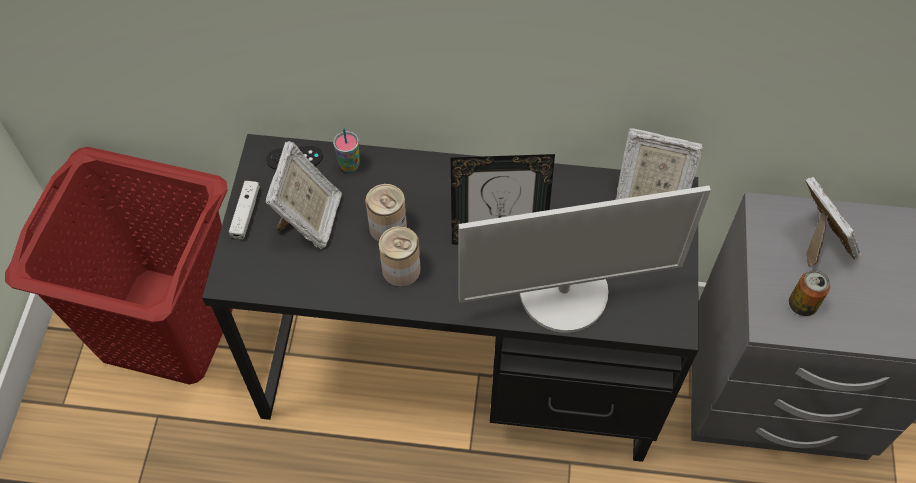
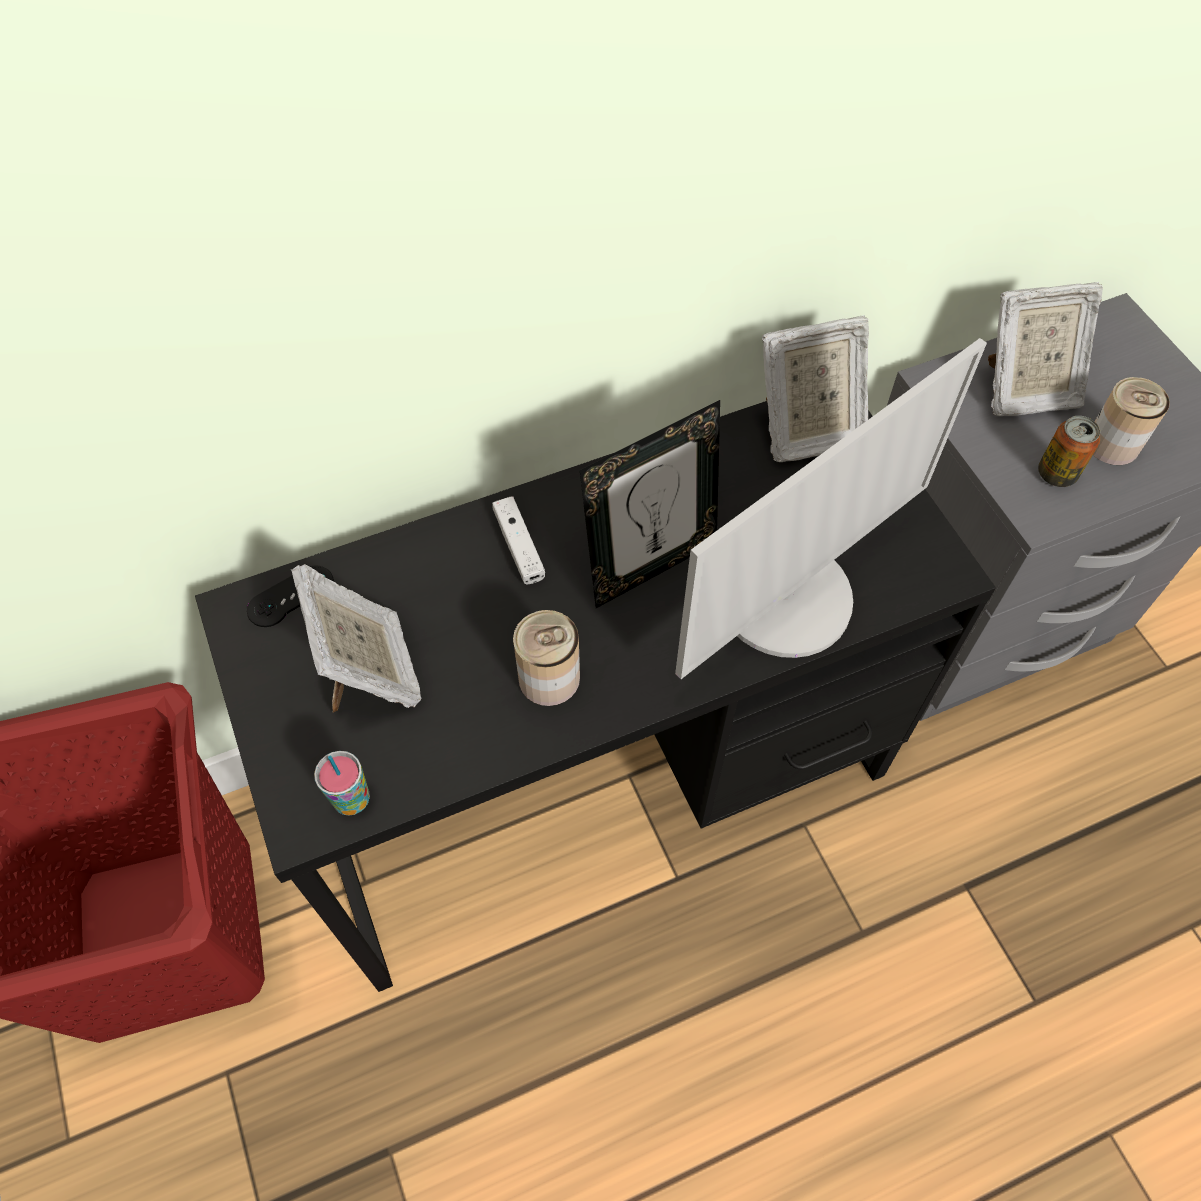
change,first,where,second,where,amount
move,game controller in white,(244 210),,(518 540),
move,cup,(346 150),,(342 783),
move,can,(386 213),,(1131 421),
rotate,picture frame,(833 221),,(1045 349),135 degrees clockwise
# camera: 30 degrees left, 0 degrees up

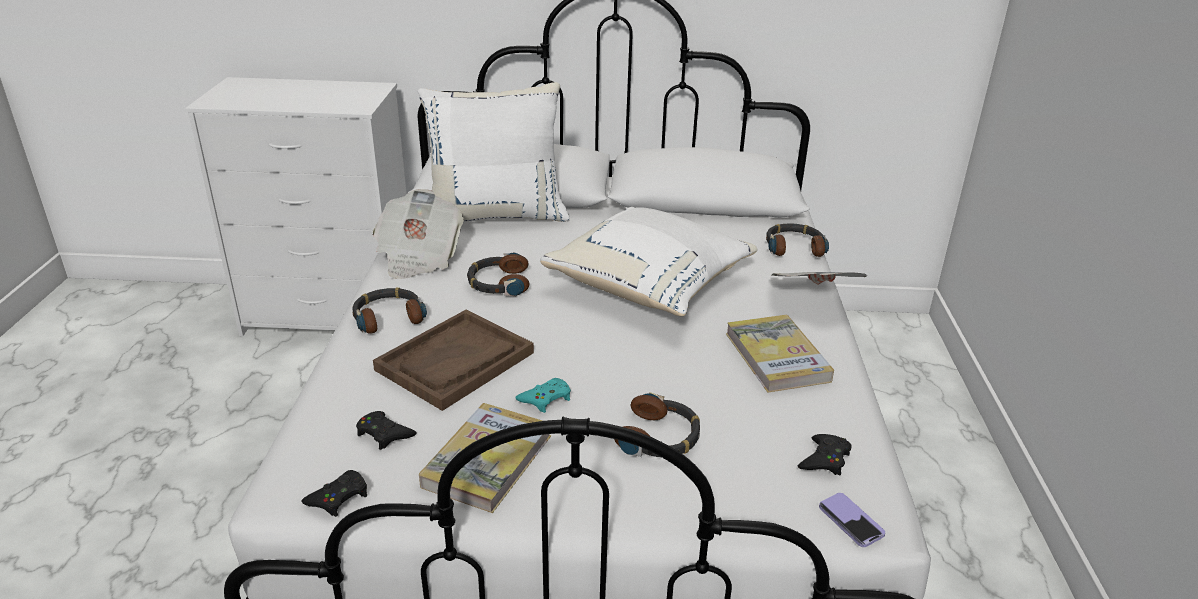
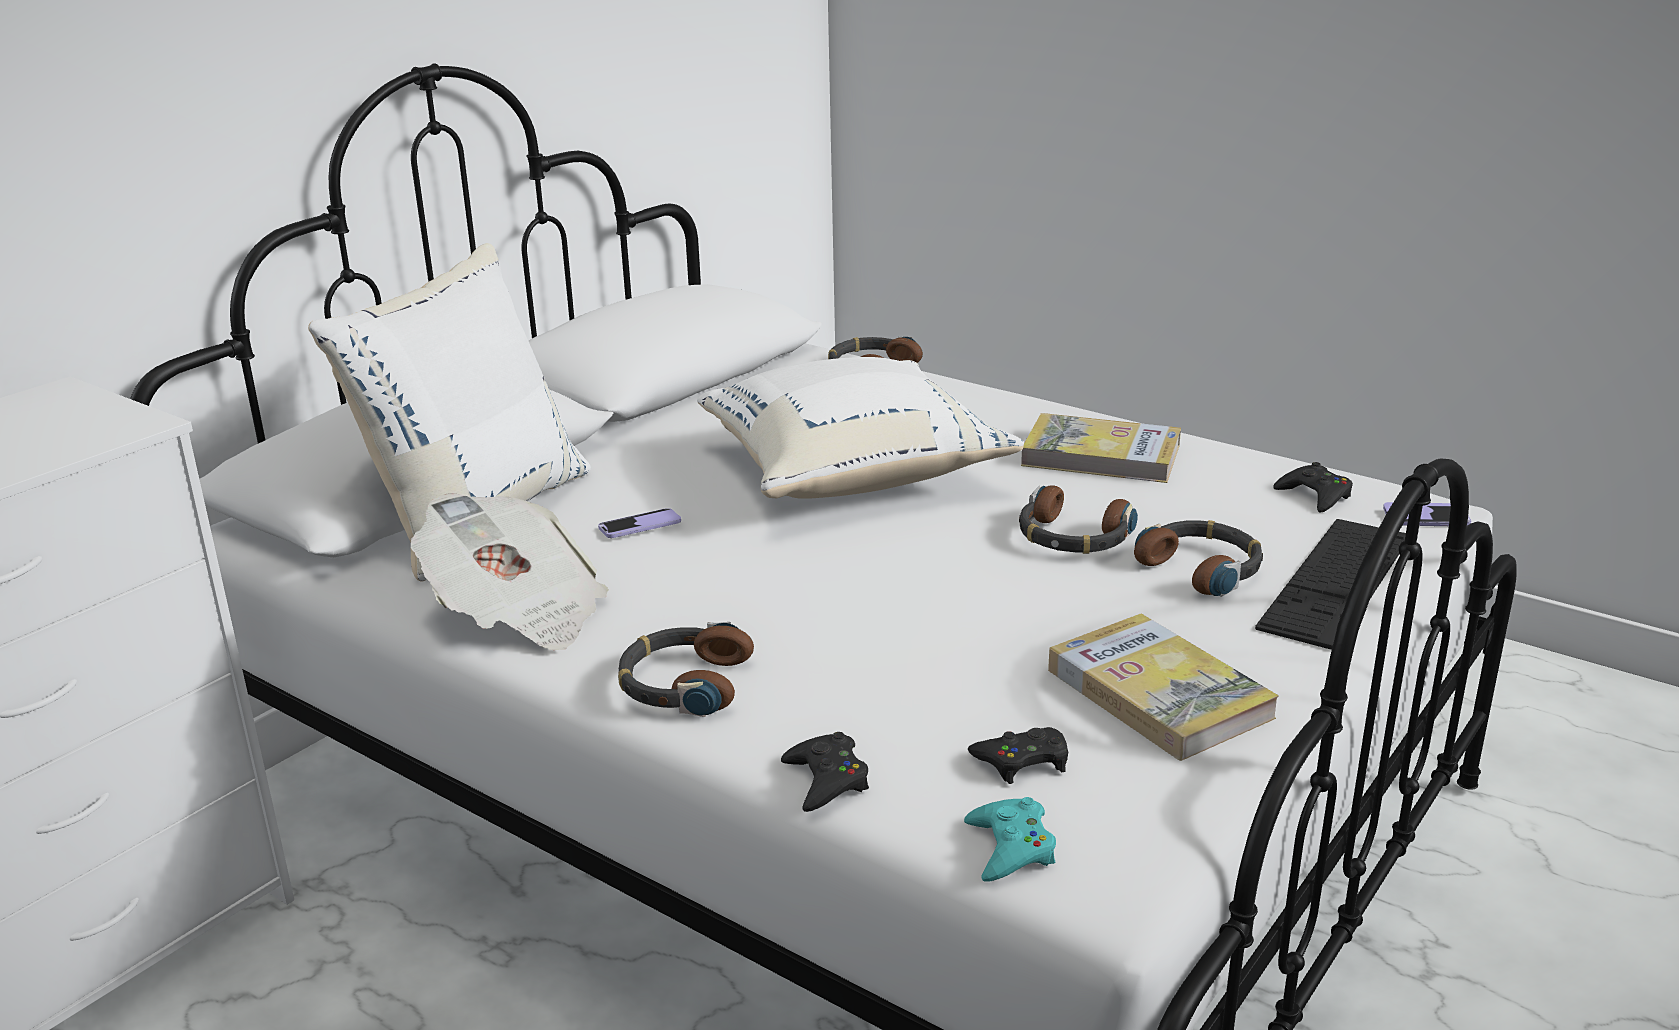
change,first,where,second,where,amount
move,game controller in black,(334 493),,(825 772),
delete,tray in brown,(453 360),,,
move,headphones,(498 274),,(1078 519),
move,game controller in turquoise,(543 395),,(1010 839),
delete,newspaper,(819 278),,,
insert,,,phone,(639 523),
insert,,,keyboard,(1330 584),
# camera: 55 degrees left, 5 degrees down

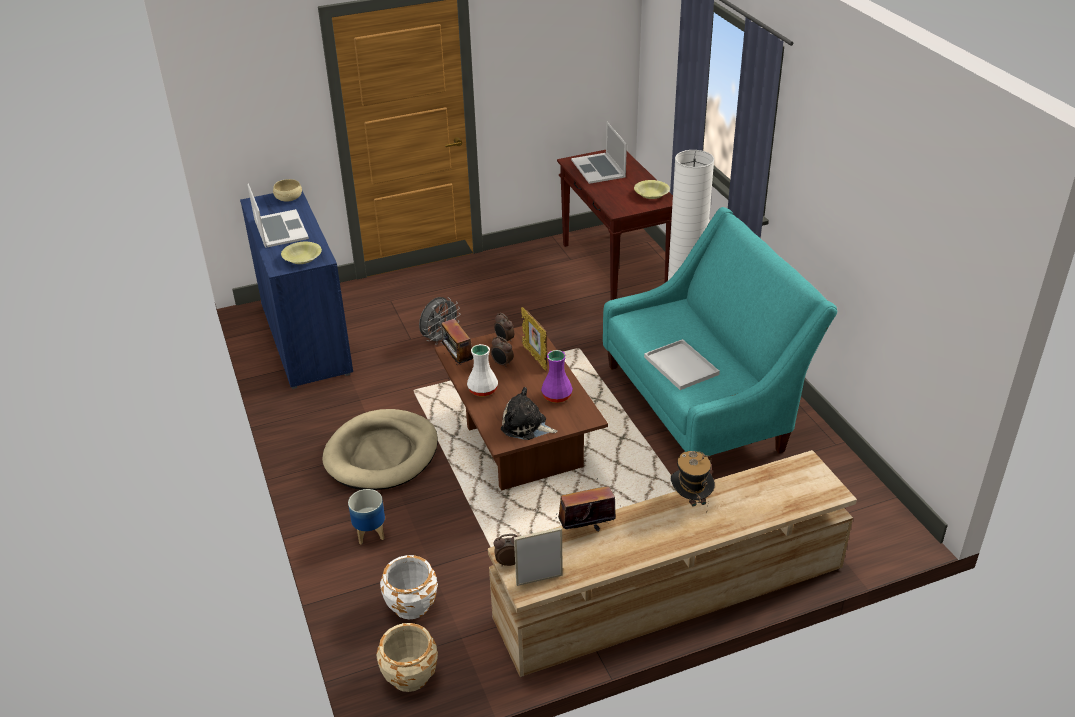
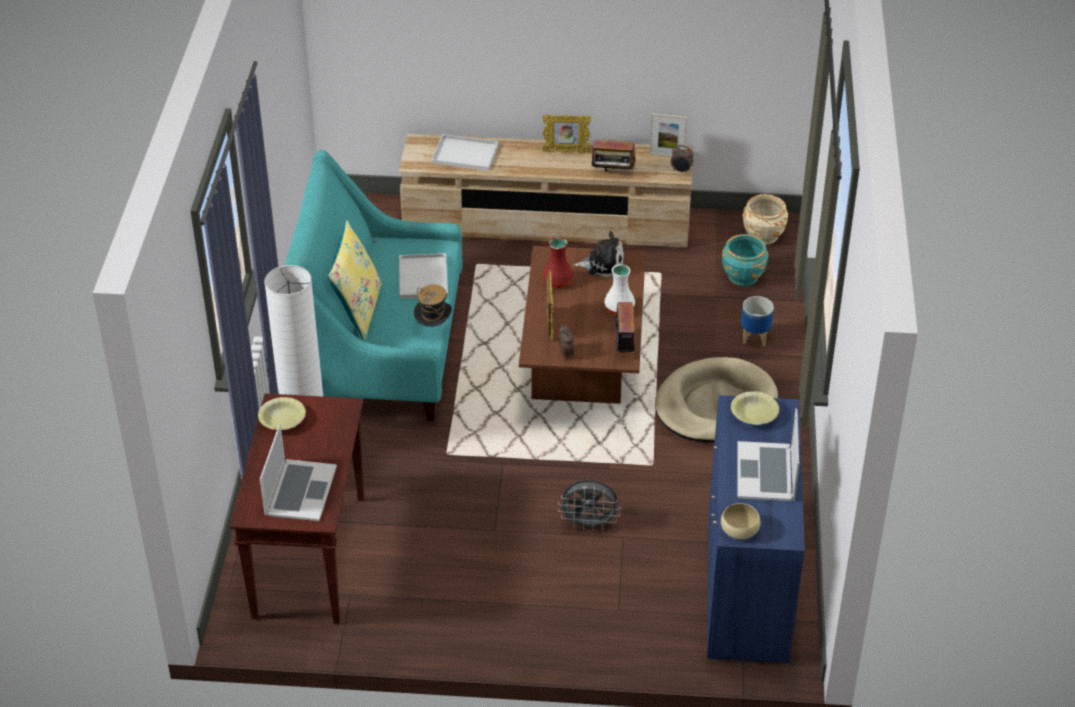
change,first,where,second,where,amount
recolor,planter in white,(409 587),planter in turquoise,(745 260),
rotate,fan in grey,(440 321),,(589 505),150 degrees counterclockwise
delete,alarm clock,(502 352),,,
rotate,plush toy,(529 413),,(599 254),45 degrees counterclockwise
recolor,vase in purple,(557 376),vase in red,(558 262),
move,hat,(693 482),,(433 305),
insert,,,pillow in yellow,(355 280),
insert,,,tray in white,(465 152),
insert,,,picture frame,(566 134),
# camera: 155 degrees left, 5 degrees up

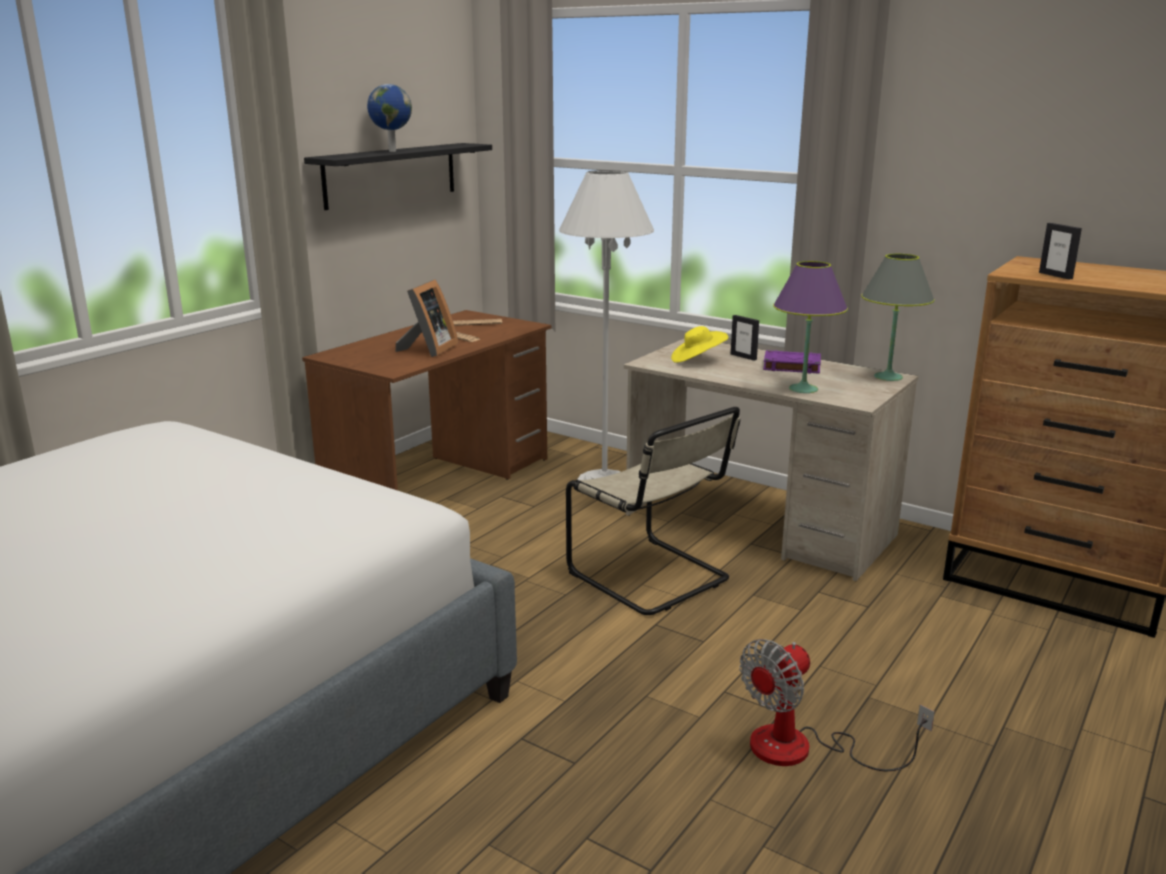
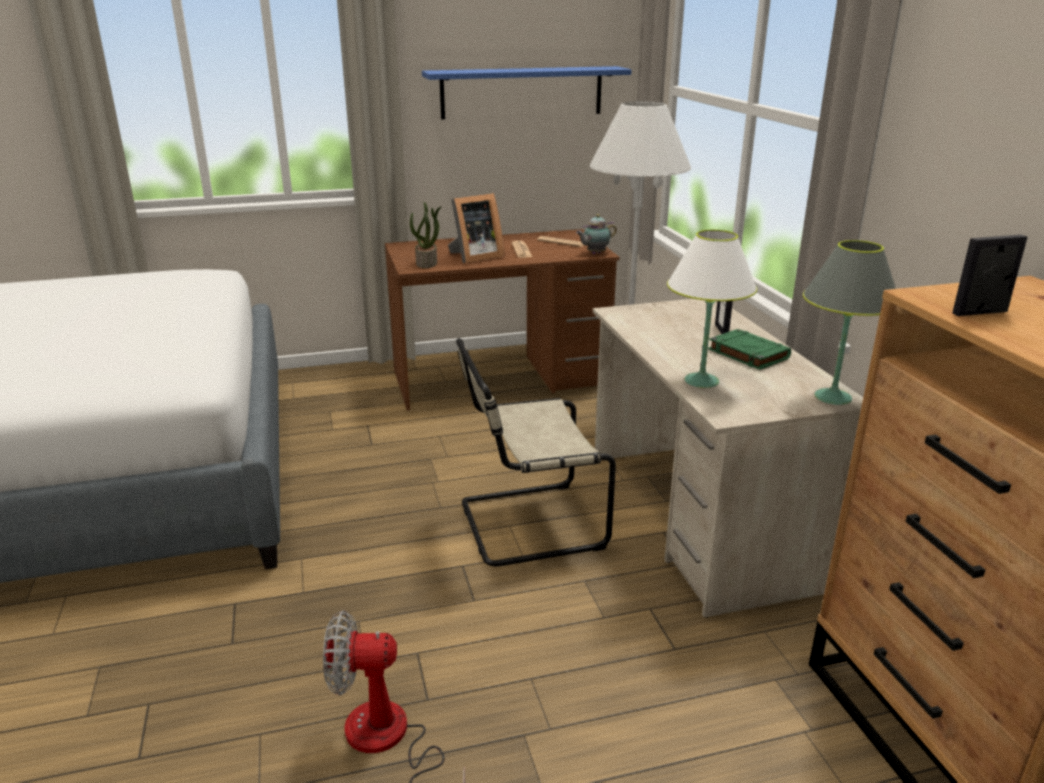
change,first,where,second,where,amount
recolor,shelf in black,(398 176),shelf in blue,(526 92),
delete,globe,(389 118),,,
rotate,chair in beige,(653 511),,(536 452),75 degrees clockwise
delete,hat in yellow,(700 344),,,
recolor,book in purple,(792 362),book in green,(749 349),
recolor,table lamp in purple,(810 327),table lamp in white,(712 309),
rotate,picture frame,(1060 251),,(989 275),60 degrees clockwise
insert,,,potted plant,(426 235),
insert,,,teapot,(596 234),
# camera: 40 degrees right, 5 degrees up

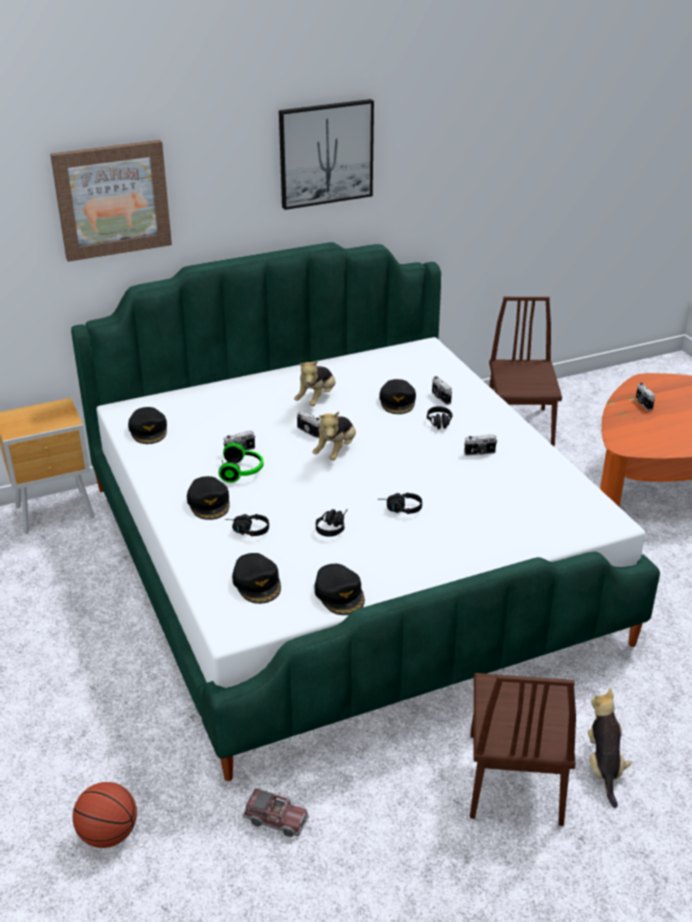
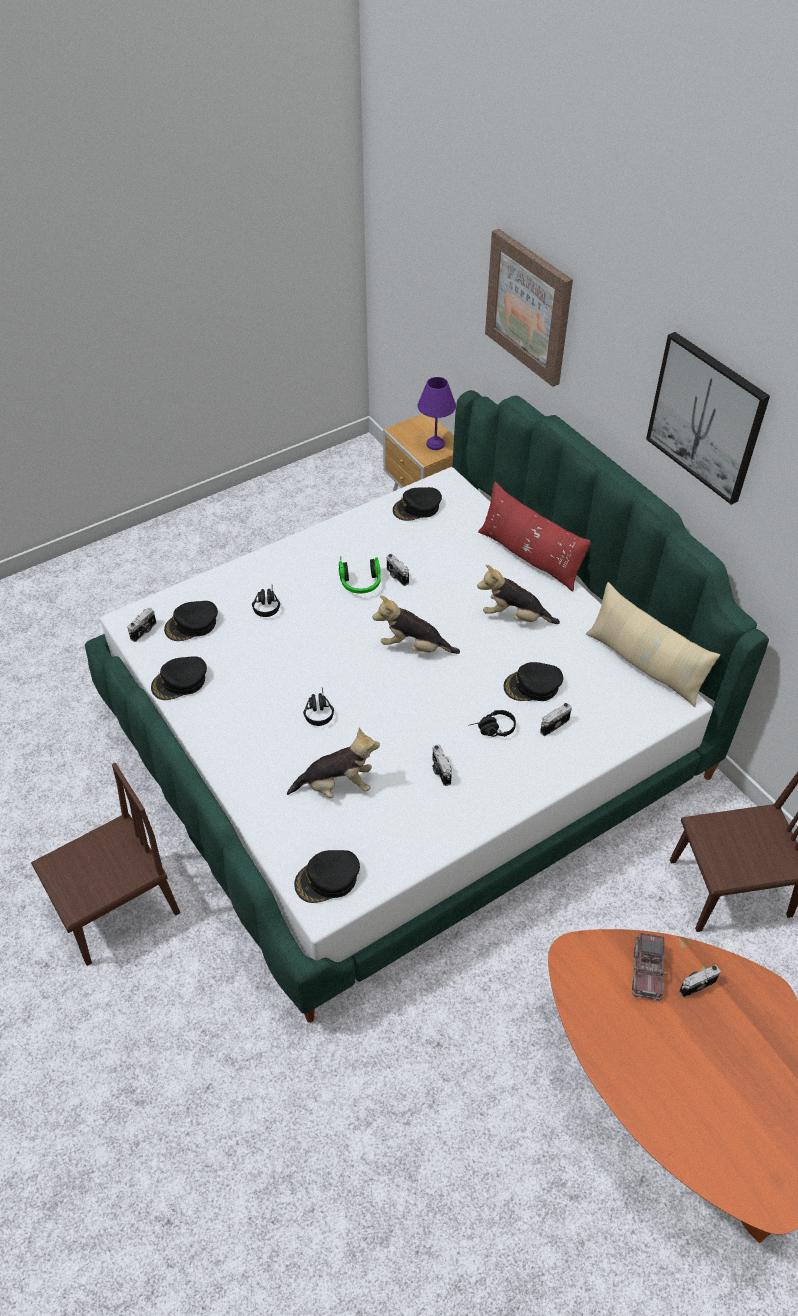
change,first,where,second,where,amount
delete,basketball,(105 815),,,
move,cap in black,(208 498),,(327 876),
move,toy truck,(276 812),,(649 967),
move,photo camera,(308 424),,(141 625),
delete,headphones in black,(332 523),,,
rotate,chair in brown,(523 749),,(105 864),150 degrees clockwise
move,plush toy,(609 748),,(333 763),
insert,,,table lamp in purple,(437 413),
insert,,,pillow in red,(534 536),
insert,,,pillow in beige,(653 644),
# camera: 80 degrees right, 15 degrees up

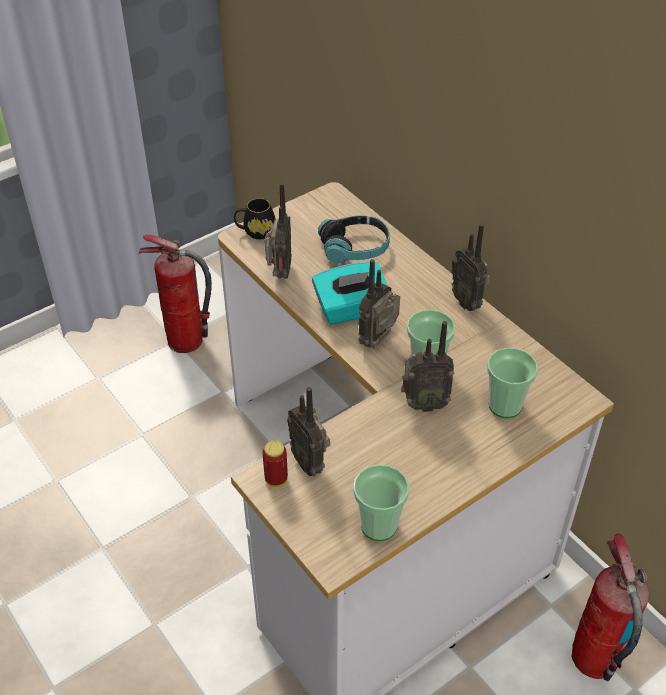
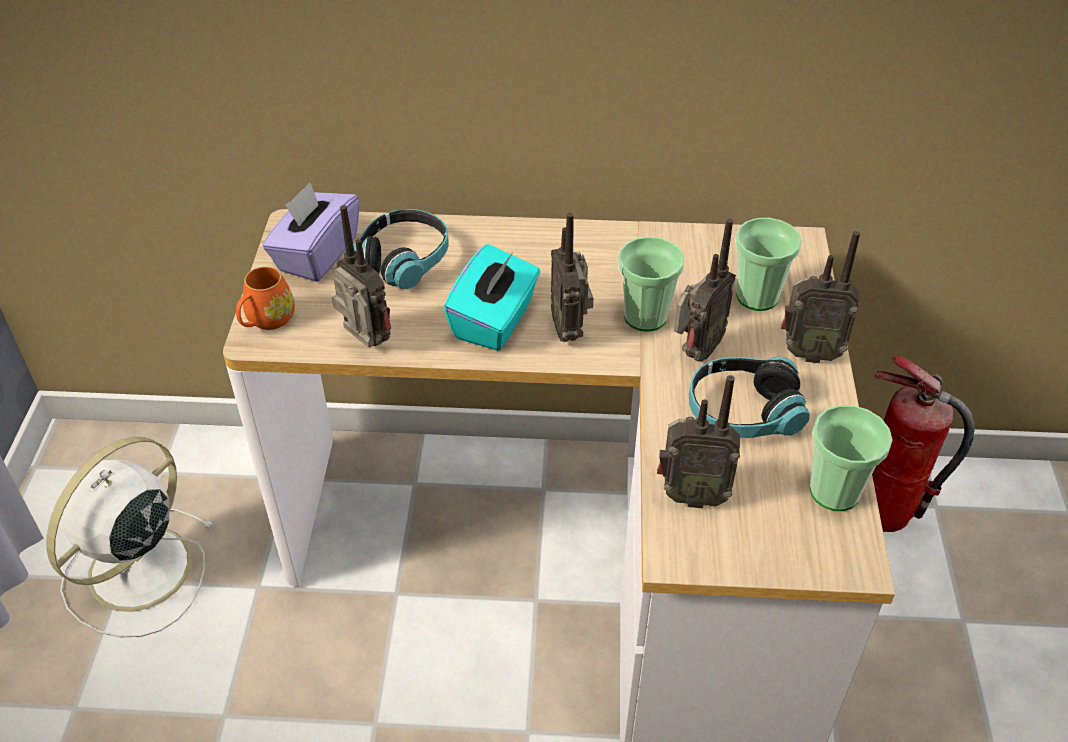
change,first,where,second,where,amount
replace,fire extinguisher,(175 294),fan in white,(130 537),
recolor,mug in black,(254 218),mug in orange,(265 298),
delete,can,(275 463),,,
move,radio,(470 267),,(820 297),
insert,,,tissue box in purple,(311 232),
insert,,,headphones,(749 397),
# camera: 50 degrees left, 0 degrees up

